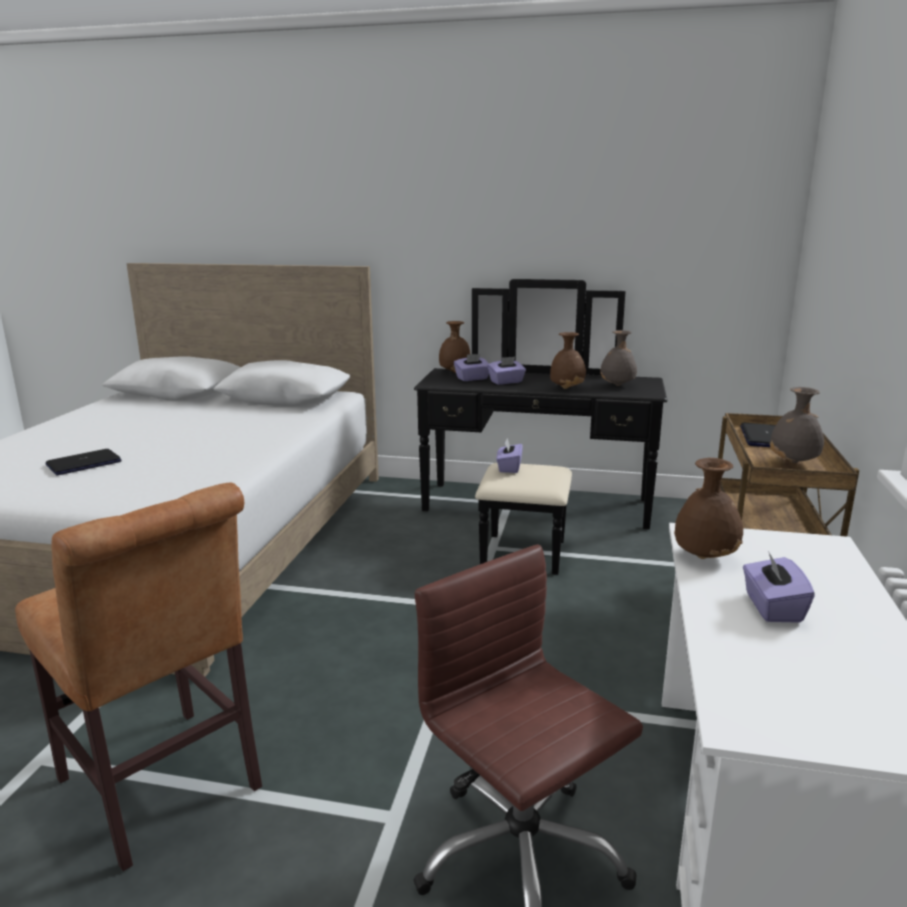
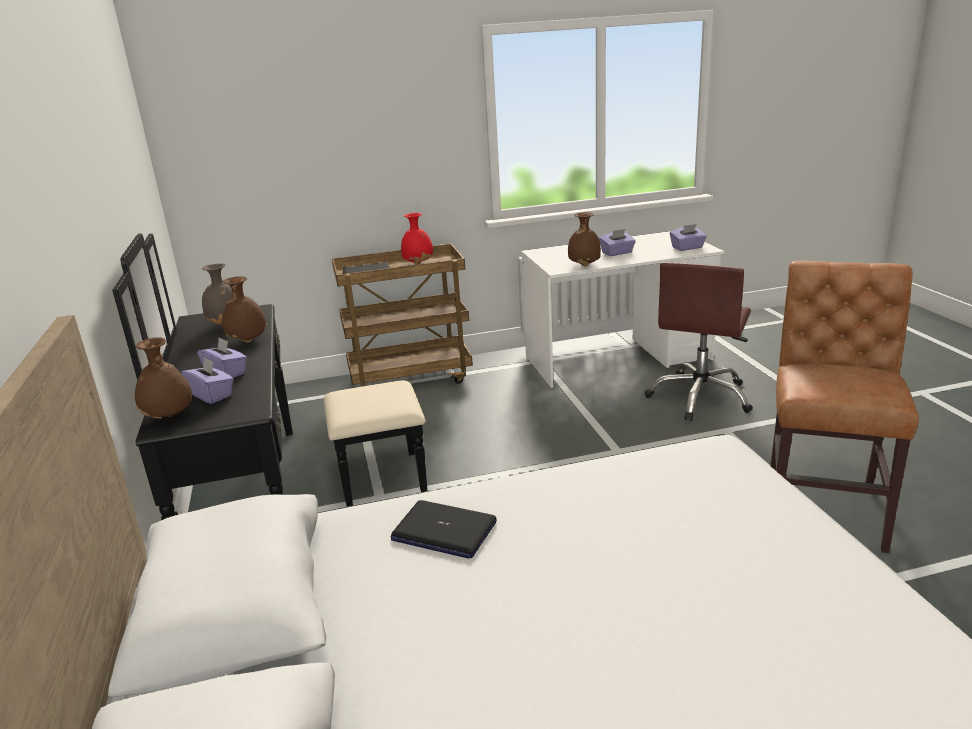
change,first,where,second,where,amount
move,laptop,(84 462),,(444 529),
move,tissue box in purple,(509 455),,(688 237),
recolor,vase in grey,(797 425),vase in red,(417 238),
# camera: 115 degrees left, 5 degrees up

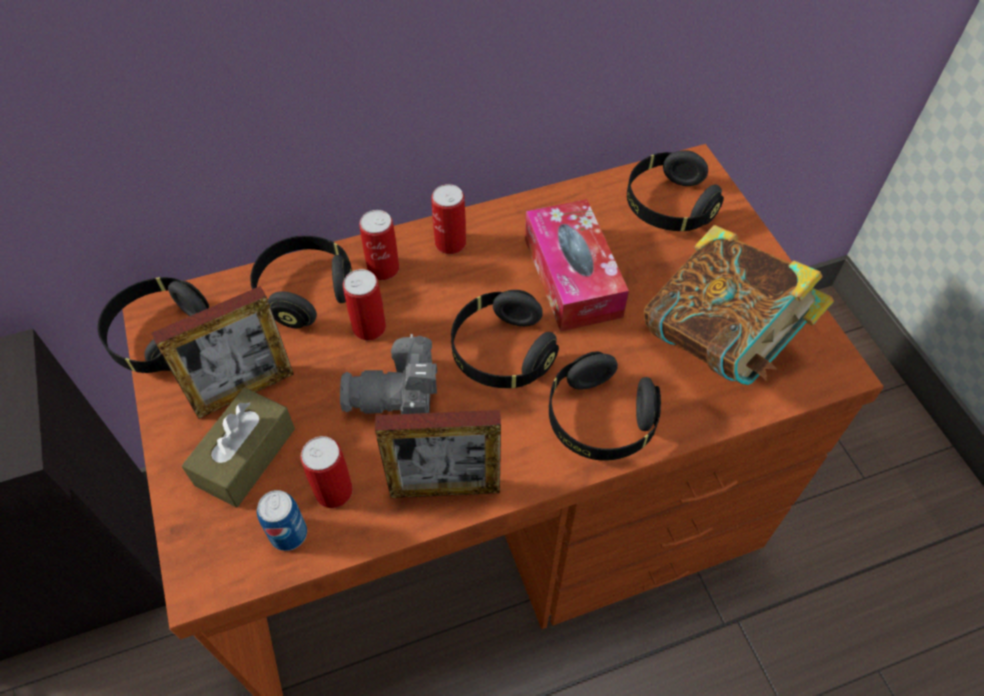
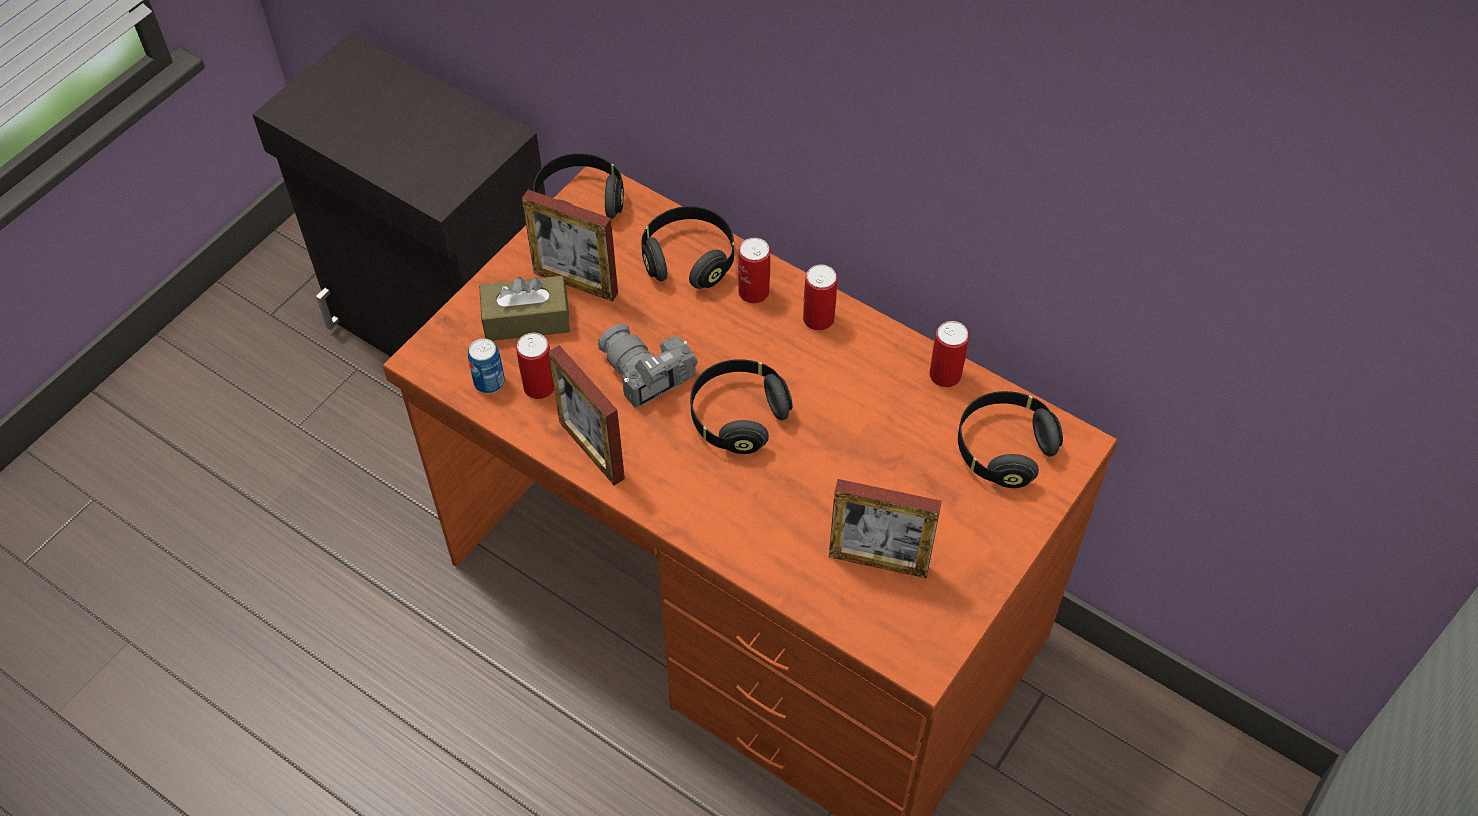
change,first,where,second,where,amount
move,can,(364 304),,(949 354),
delete,tissue box,(577 265),,,
delete,headphones in black,(605 406),,,
replace,book,(739 305),picture frame,(885 528),
# camera: 55 degrees right, 0 degrees up

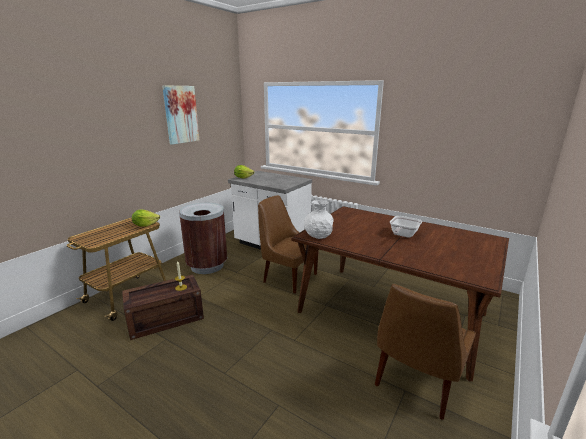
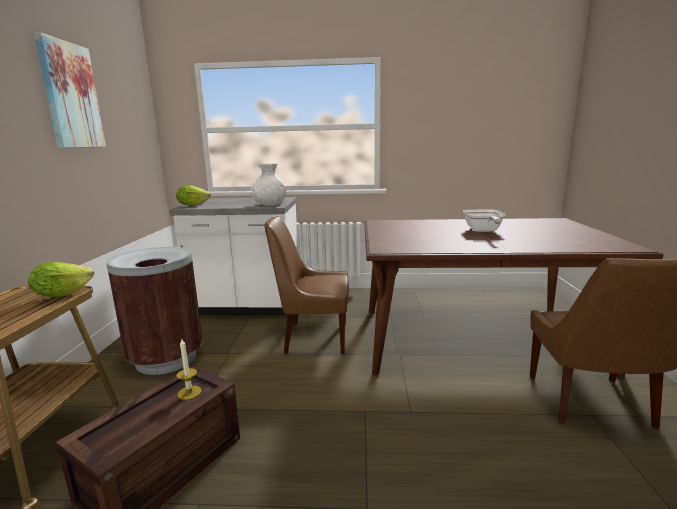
change,first,where,second,where,amount
move,vase in white,(318 219),,(268 185),
# camera: 30 degrees left, 5 degrees down

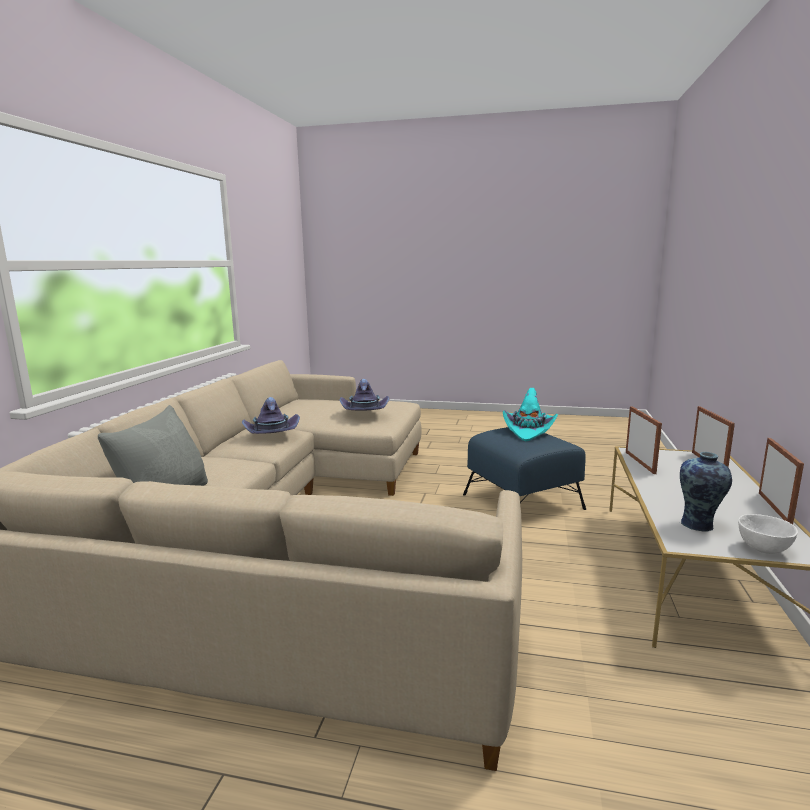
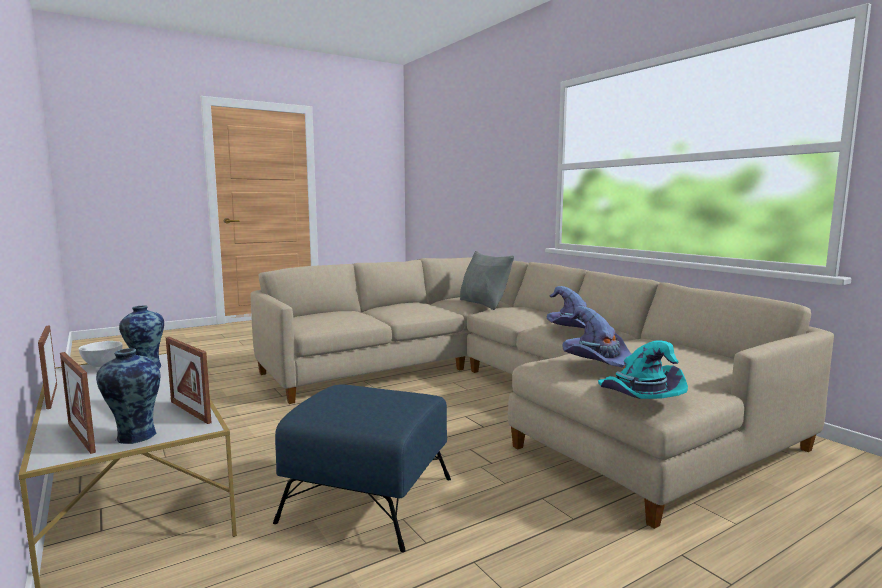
change,first,where,second,where,amount
move,hat in turquoise,(530 415),,(643 369),
insert,,,vase,(128 396),
# camera: 135 degrees right, 5 degrees down

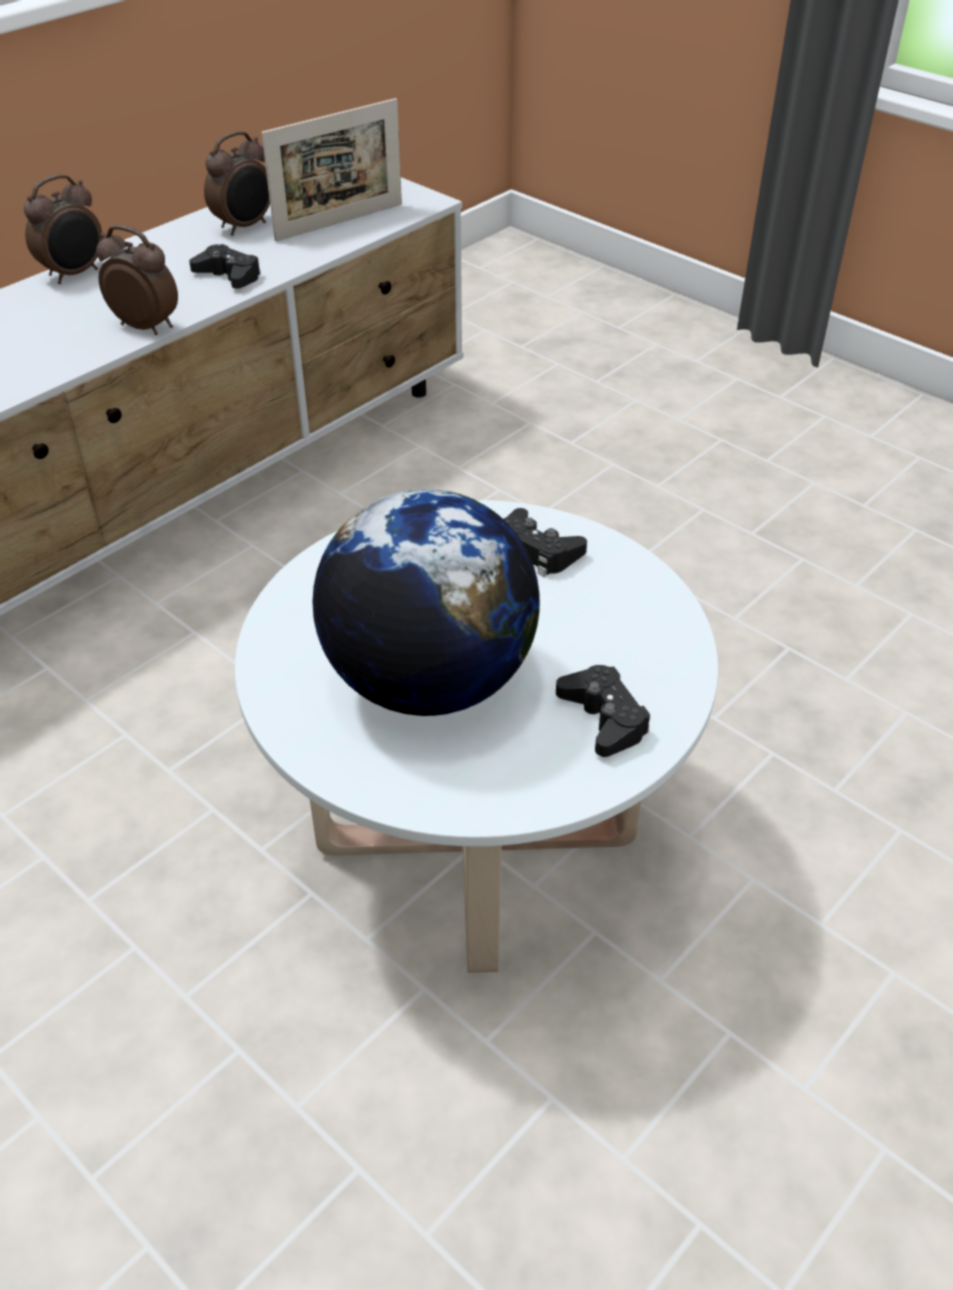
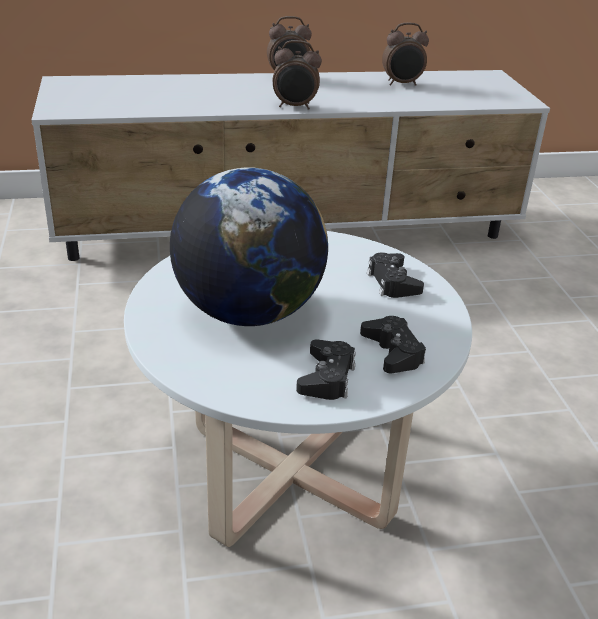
change,first,where,second,where,amount
rotate,alarm clock,(137 280),,(297 75),120 degrees clockwise
move,game controller in black,(225 266),,(393 344),
delete,picture frame,(332 169),,,
# camera: 35 degrees right, 10 degrees down

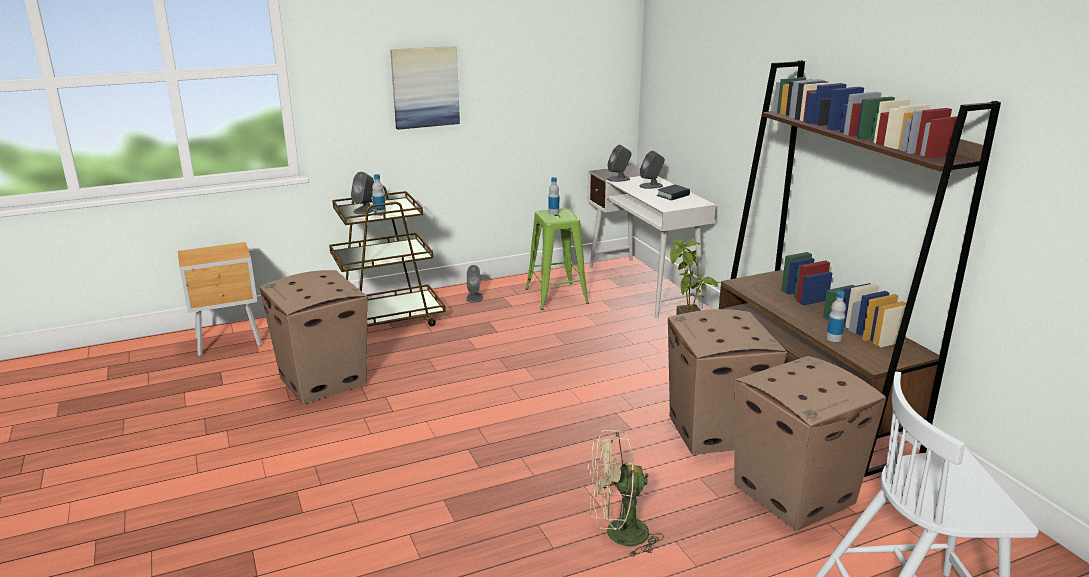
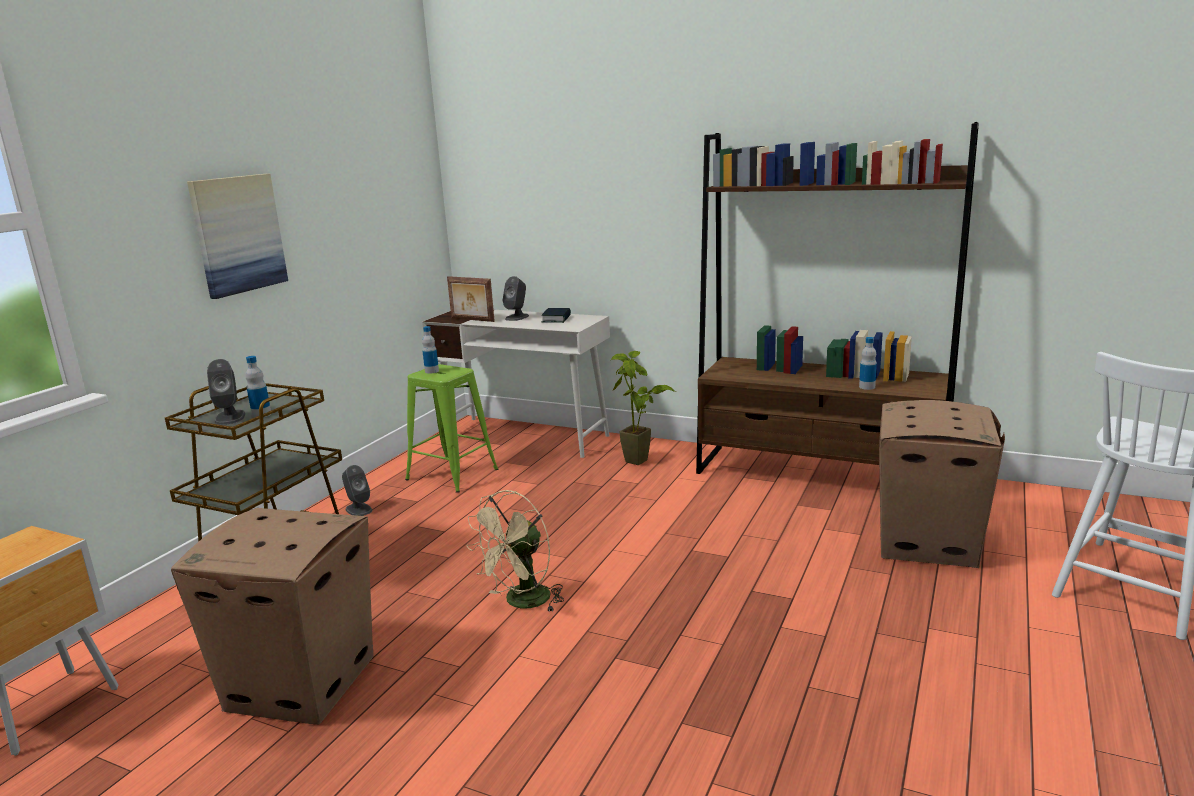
change,first,where,second,where,amount
move,fan in beige,(625 494),,(515 551),
replace,speaker in grey,(619 163),picture frame,(471 299),
delete,cardboard box,(727 382),,,
# camera: 40 degrees left, 5 degrees down

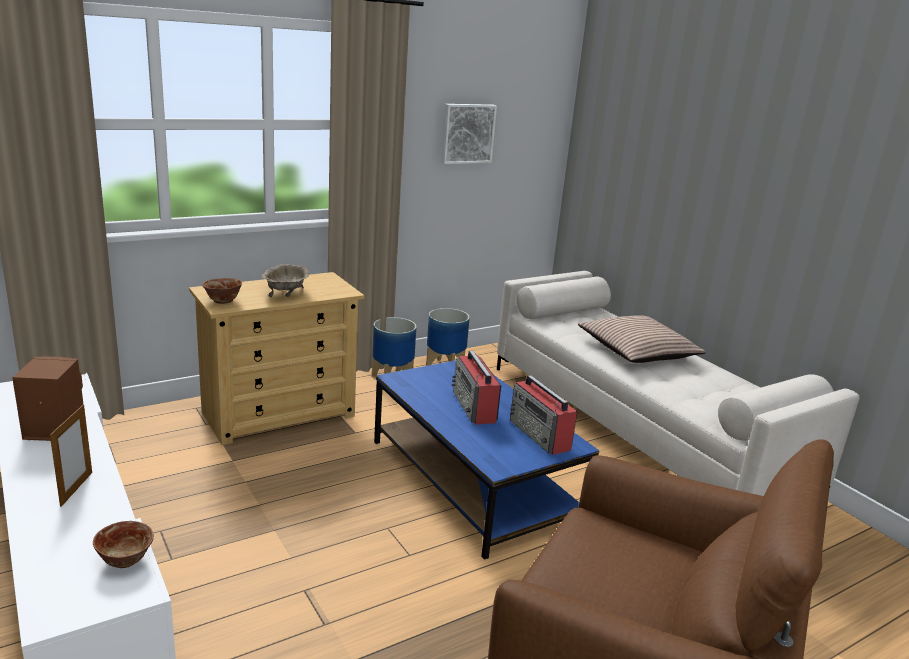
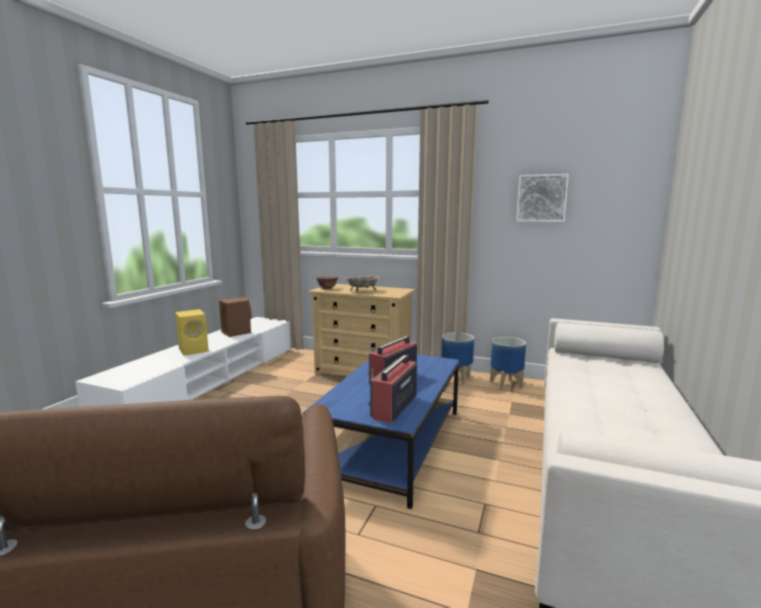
change,first,where,second,where,amount
replace,picture frame,(71 456),speaker in yellow,(192 332),
delete,bowl,(123 544),,,
delete,pillow,(642 339),,,
# camera: 55 degrees right, 10 degrees down

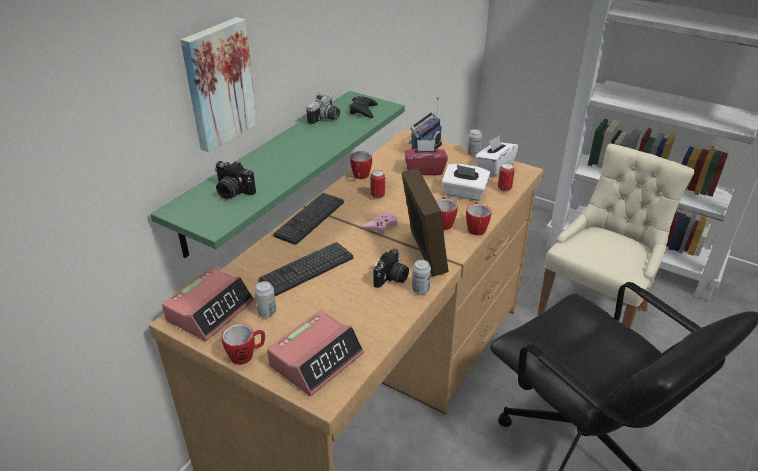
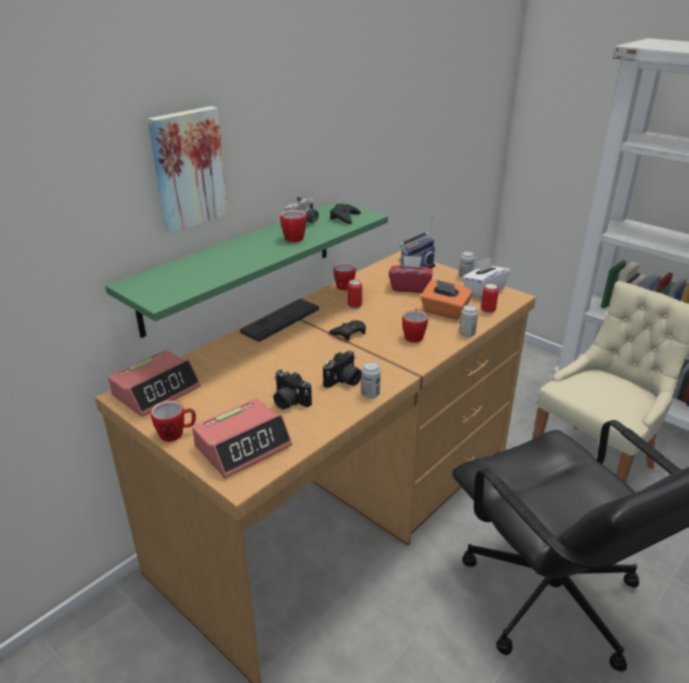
change,first,where,second,where,amount
move,photo camera,(235 180),,(292 390),
move,can,(265 299),,(468 321),
delete,keyboard,(306 269),,,
recolor,game controller in pink,(380 223),game controller in black,(347 330),
delete,picture frame,(425 222),,,
recolor,tissue box in white,(466 182),tissue box in orange,(446 299),
move,mug,(478 218),,(293 225),
# camera: 10 degrees right, 5 degrees down

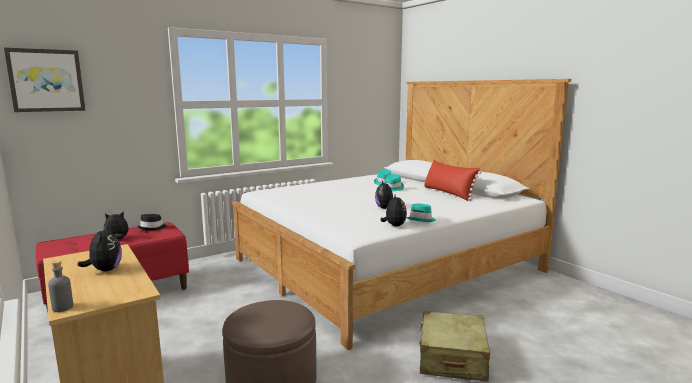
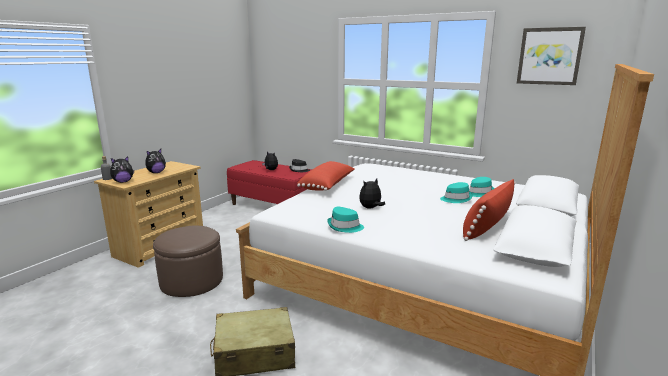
change,first,where,second,where,amount
move,picture,(45 80),,(551 56),
move,plush toy,(394 209),,(122 169),
insert,,,pillow in red,(325 176),
# camera: 65 degrees right, 5 degrees up

